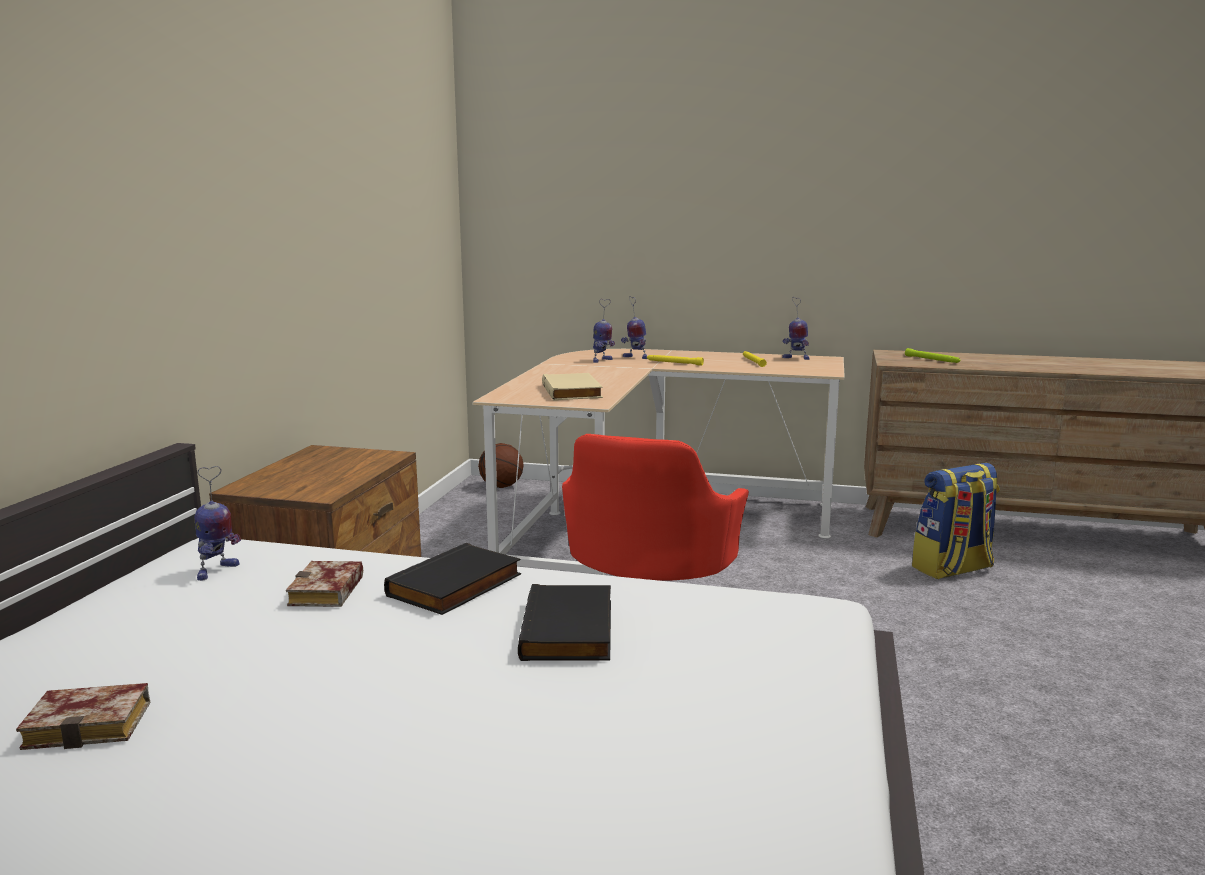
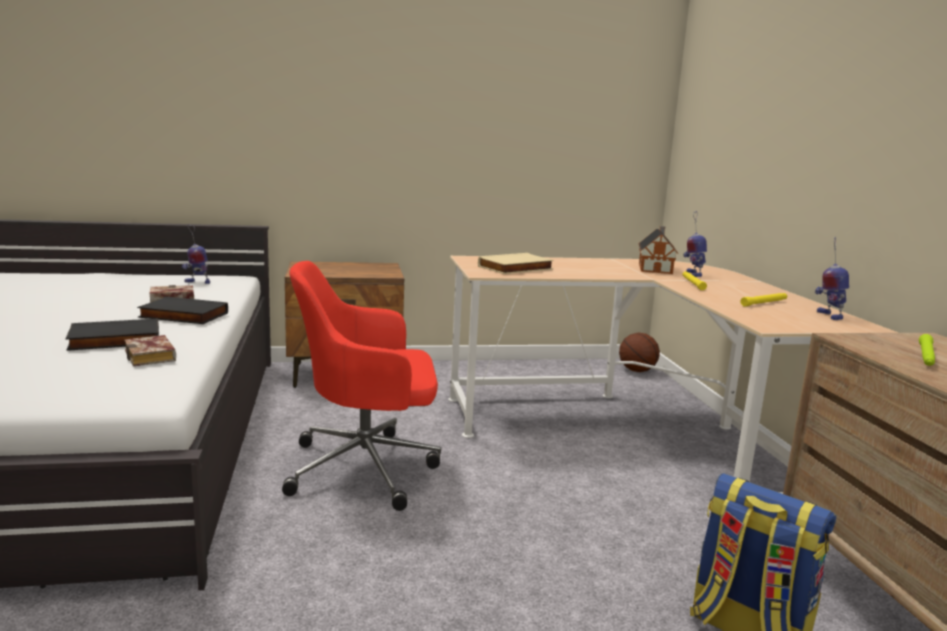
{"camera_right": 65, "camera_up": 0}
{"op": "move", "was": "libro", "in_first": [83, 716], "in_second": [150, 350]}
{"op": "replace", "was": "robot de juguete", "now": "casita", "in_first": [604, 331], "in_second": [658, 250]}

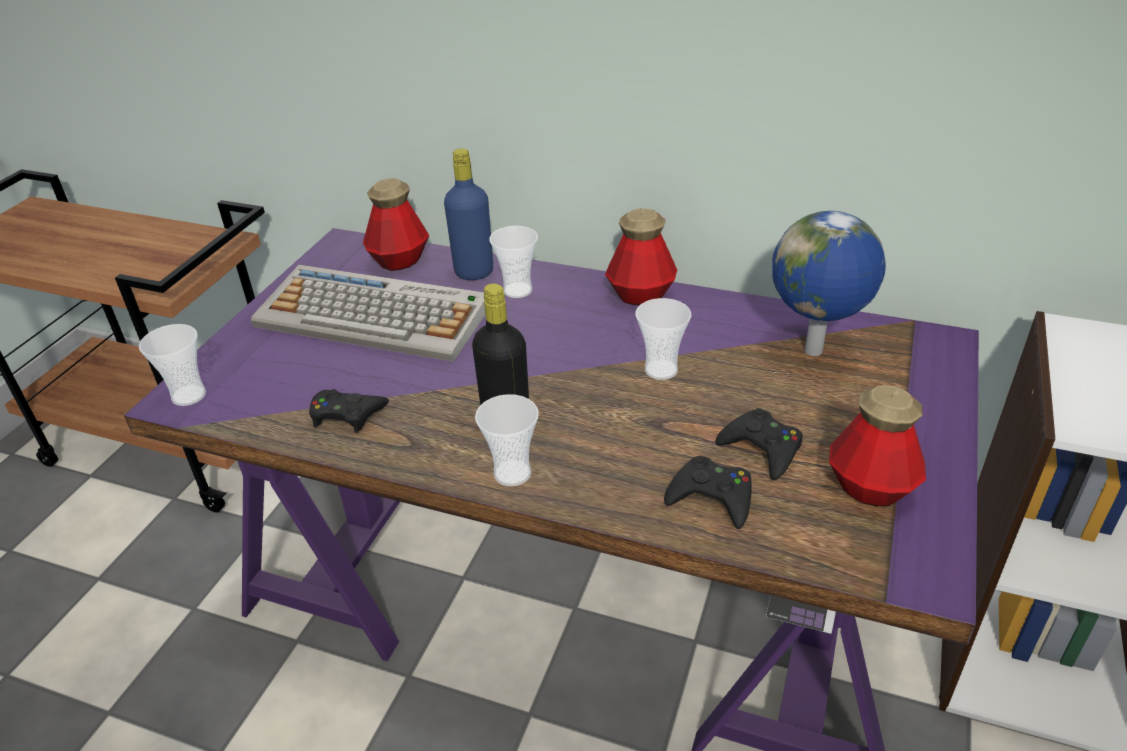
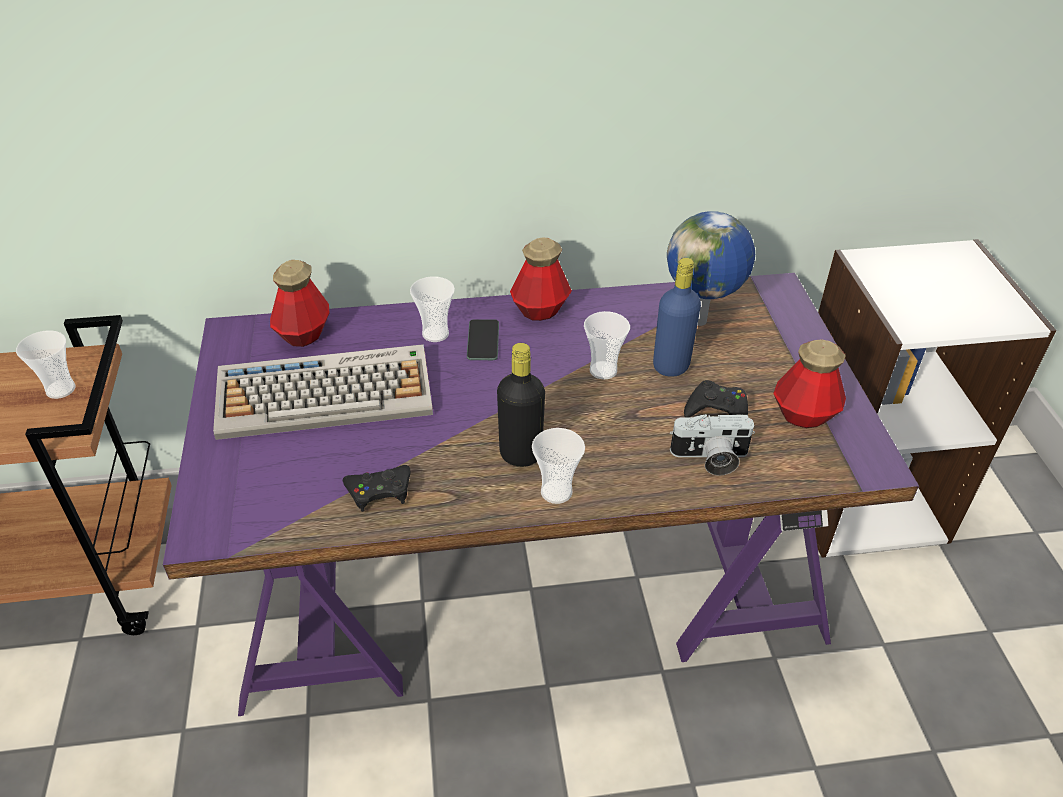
{"camera_right": -30, "camera_up": 5}
{"op": "move", "was": "taza", "in_first": [172, 365], "in_second": [45, 364]}
{"op": "insert", "now": "móvil", "in_second": [483, 339]}
{"op": "move", "was": "botella [azul]", "in_first": [468, 214], "in_second": [677, 317]}
{"op": "replace", "was": "mando de consola [negro]", "now": "cámara", "in_first": [708, 492], "in_second": [712, 445]}

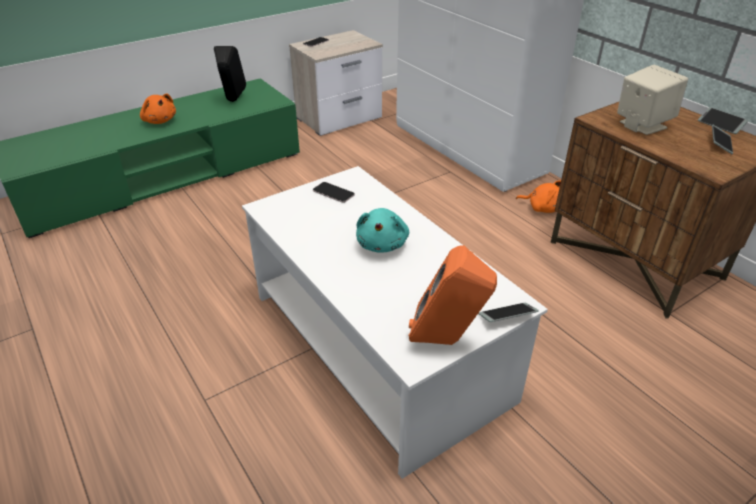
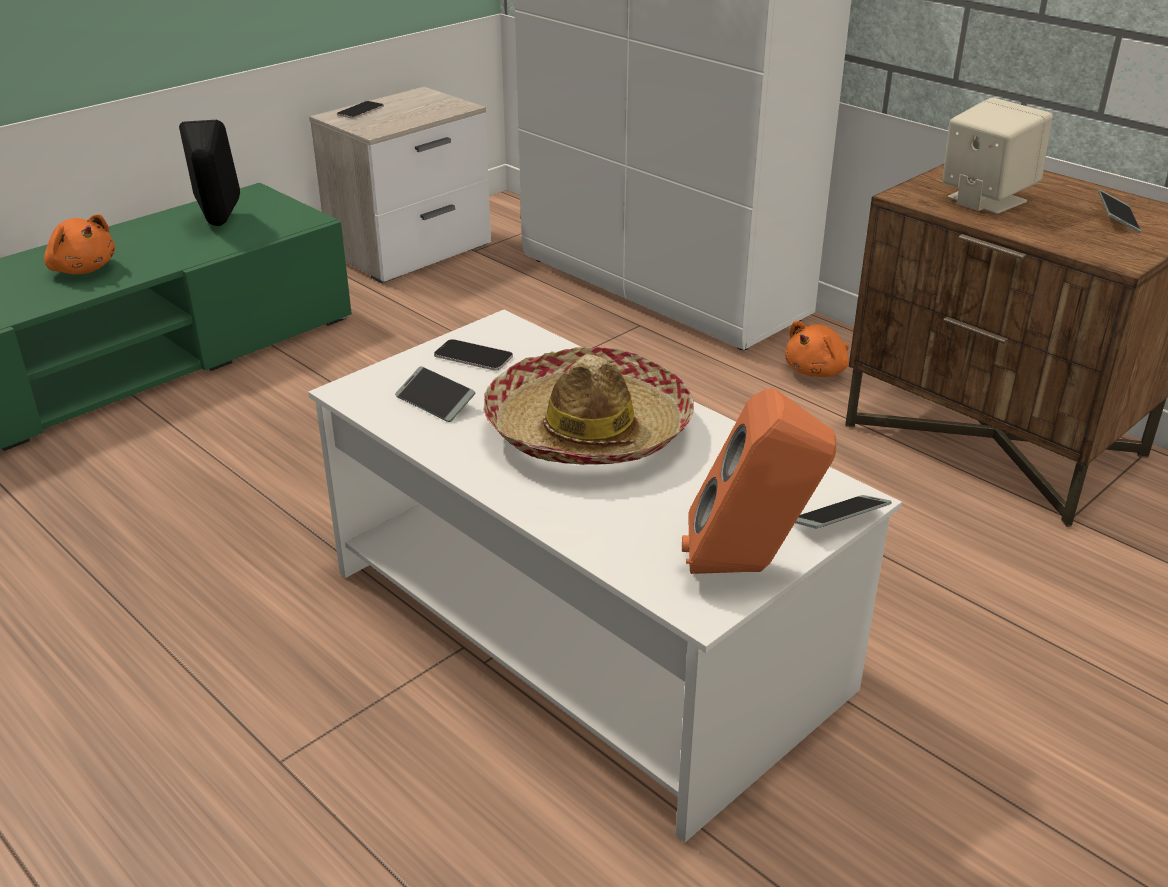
{"camera_right": -10, "camera_up": -5}
{"op": "move", "was": "móvil", "in_first": [723, 120], "in_second": [435, 394]}
{"op": "replace", "was": "peluche [turquesa]", "now": "sombrero", "in_first": [382, 230], "in_second": [588, 406]}
{"op": "rotate", "was": "peluche [naranja]", "in_first": [538, 196], "in_second": [817, 349], "clockwise": 120}

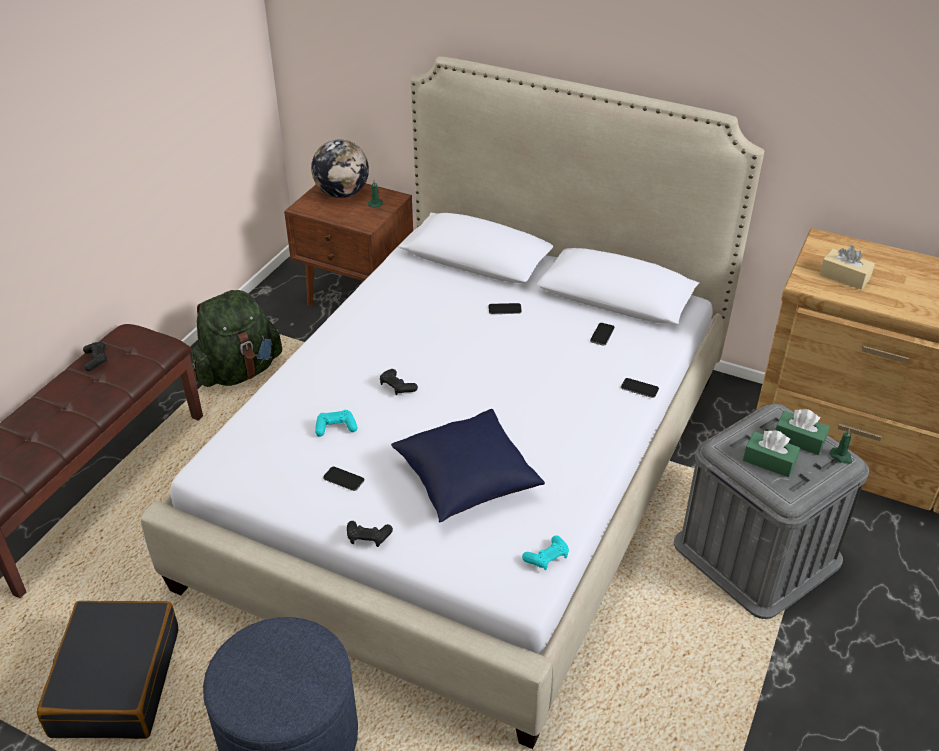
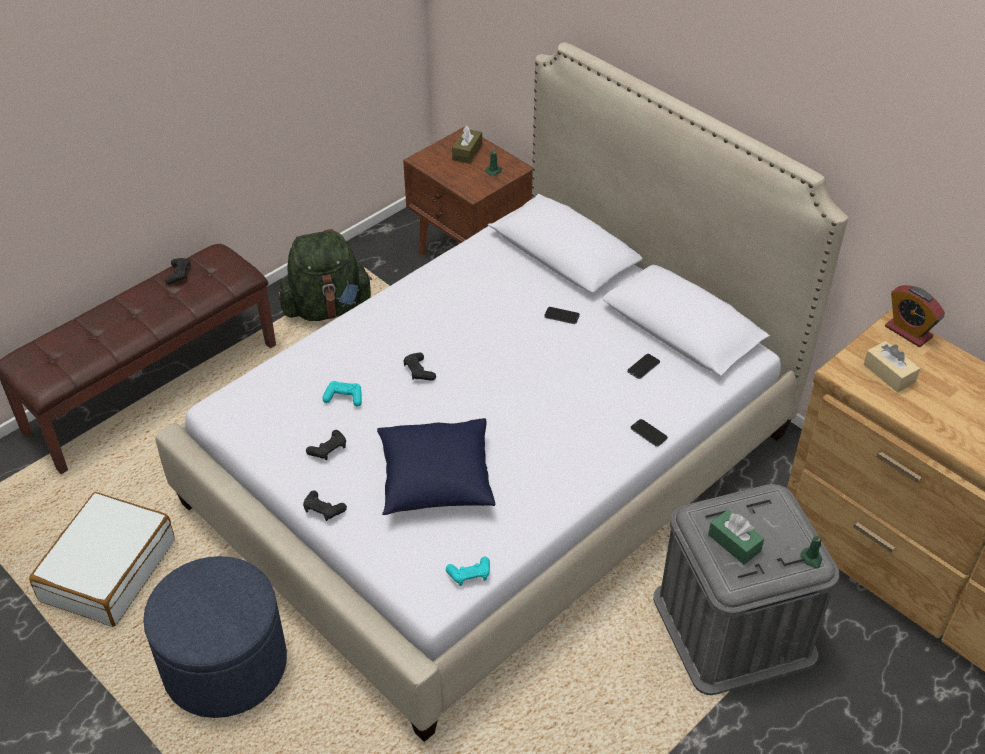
{"camera_right": 20, "camera_up": 5}
{"op": "recolor", "was": "maleta [negro]", "now": "maleta [blanco]", "in_first": [108, 670], "in_second": [102, 559]}
{"op": "replace", "was": "móvil", "now": "mando de consola [negro]", "in_first": [343, 479], "in_second": [326, 445]}
{"op": "replace", "was": "globo terráqueo", "now": "caja de pañuelos [marrón]", "in_first": [340, 169], "in_second": [467, 145]}
{"op": "insert", "now": "despertador", "in_second": [915, 316]}
{"op": "delete", "was": "caja de pañuelos [verde]", "in_first": [803, 432]}

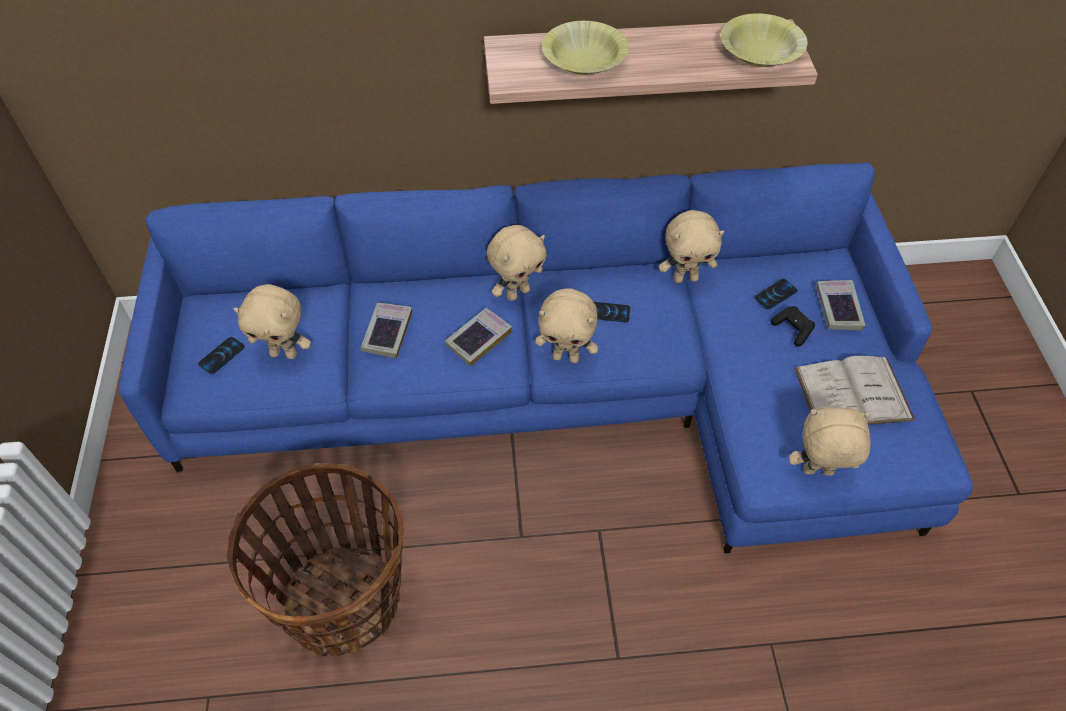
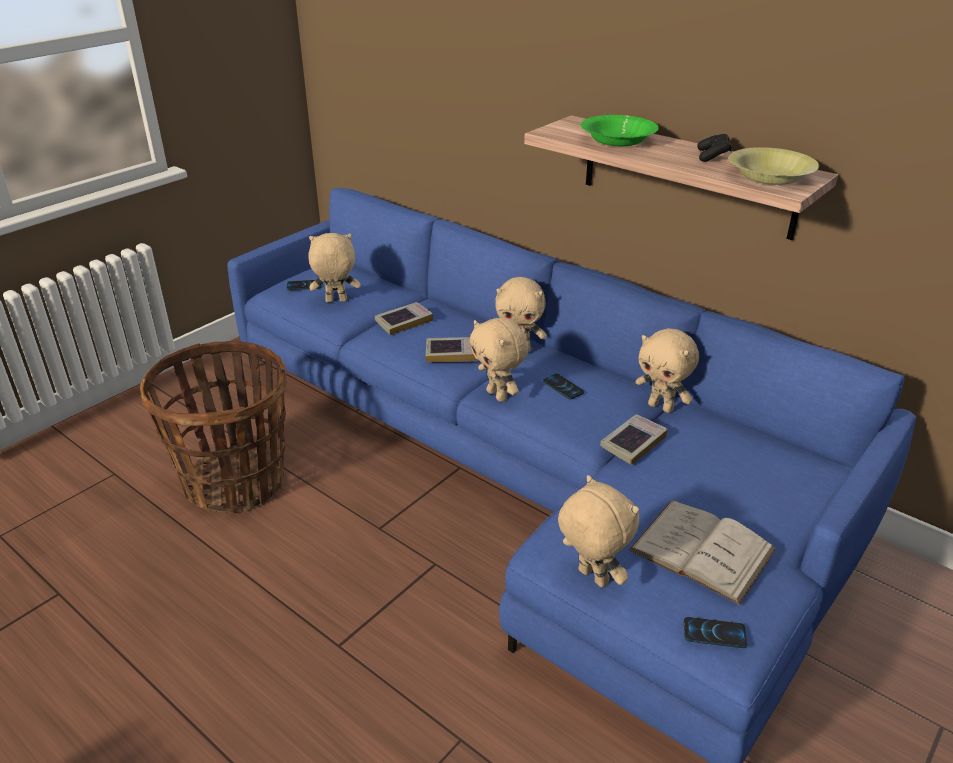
{"camera_right": 45, "camera_up": -20}
{"op": "rotate", "was": "peluche [beis]", "in_first": [272, 321], "in_second": [334, 268], "clockwise": 120}
{"op": "recolor", "was": "cuenco [amarillo]", "now": "cuenco [verde]", "in_first": [585, 48], "in_second": [620, 130]}
{"op": "move", "was": "libro", "in_first": [841, 305], "in_second": [634, 439]}
{"op": "move", "was": "móvil", "in_first": [776, 294], "in_second": [715, 632]}
{"op": "move", "was": "mando de consola [negro]", "in_first": [793, 326], "in_second": [714, 148]}

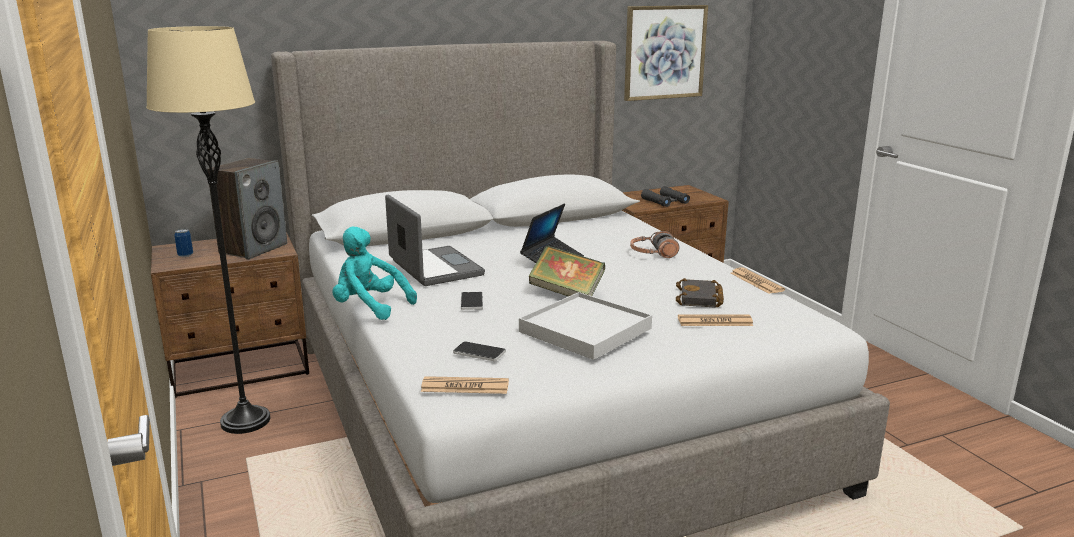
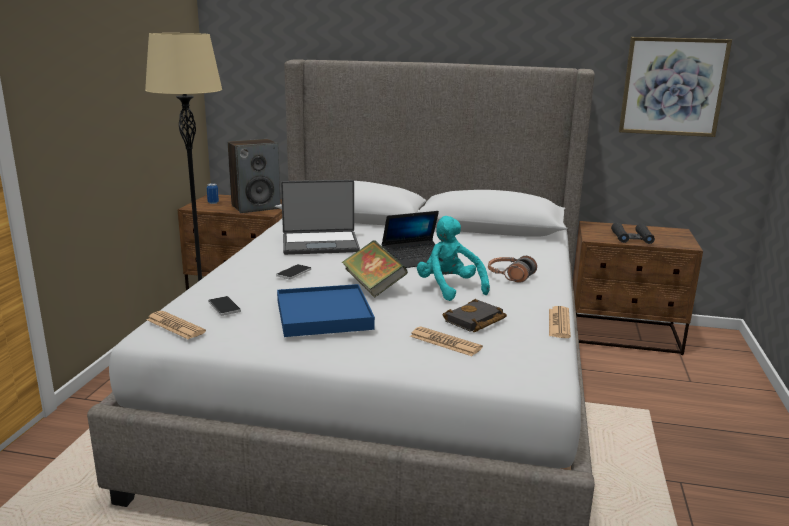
{"camera_right": 35, "camera_up": 0}
{"op": "recolor", "was": "bandeja [blanco]", "now": "bandeja [azul]", "in_first": [585, 326], "in_second": [326, 310]}
{"op": "rotate", "was": "portátil", "in_first": [435, 240], "in_second": [320, 217], "clockwise": 75}
{"op": "move", "was": "peluche [turquesa]", "in_first": [374, 273], "in_second": [453, 258]}

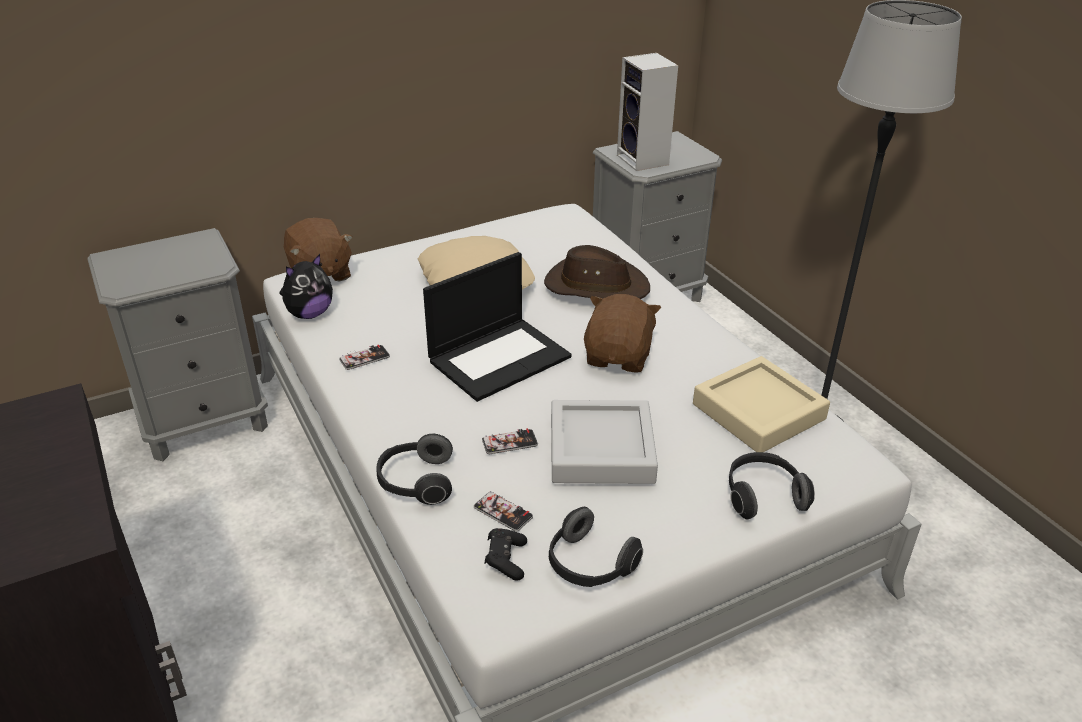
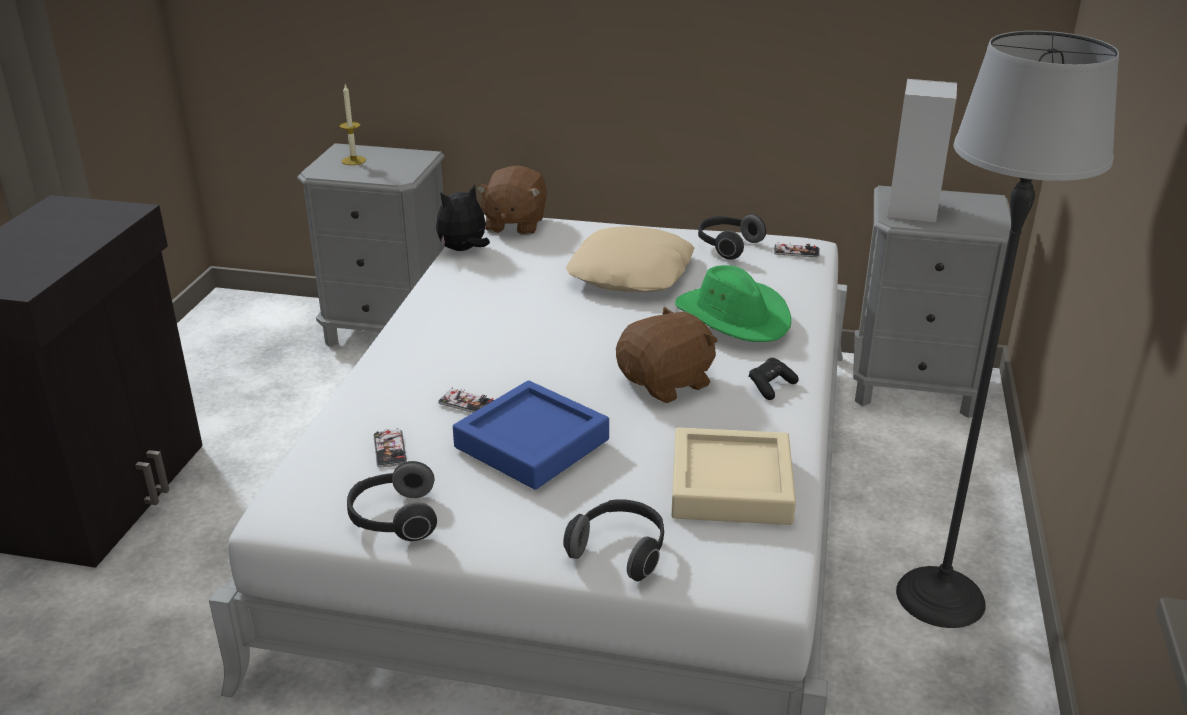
{"camera_right": 40, "camera_up": -5}
{"op": "insert", "now": "vela", "in_second": [352, 125]}
{"op": "rotate", "was": "peluche", "in_first": [306, 286], "in_second": [463, 218], "clockwise": 150}
{"op": "recolor", "was": "bandeja [gris]", "now": "bandeja [azul]", "in_first": [604, 442], "in_second": [531, 435]}
{"op": "recolor", "was": "sombrero [marrón]", "now": "sombrero [verde]", "in_first": [597, 272], "in_second": [733, 303]}
{"op": "move", "was": "auriculares", "in_first": [414, 469], "in_second": [732, 237]}
{"op": "move", "was": "mando de consola [negro]", "in_first": [505, 554], "in_second": [773, 379]}
{"op": "move", "was": "móvil", "in_first": [364, 357], "in_second": [797, 250]}
{"op": "delete", "was": "portátil", "in_first": [497, 327]}

